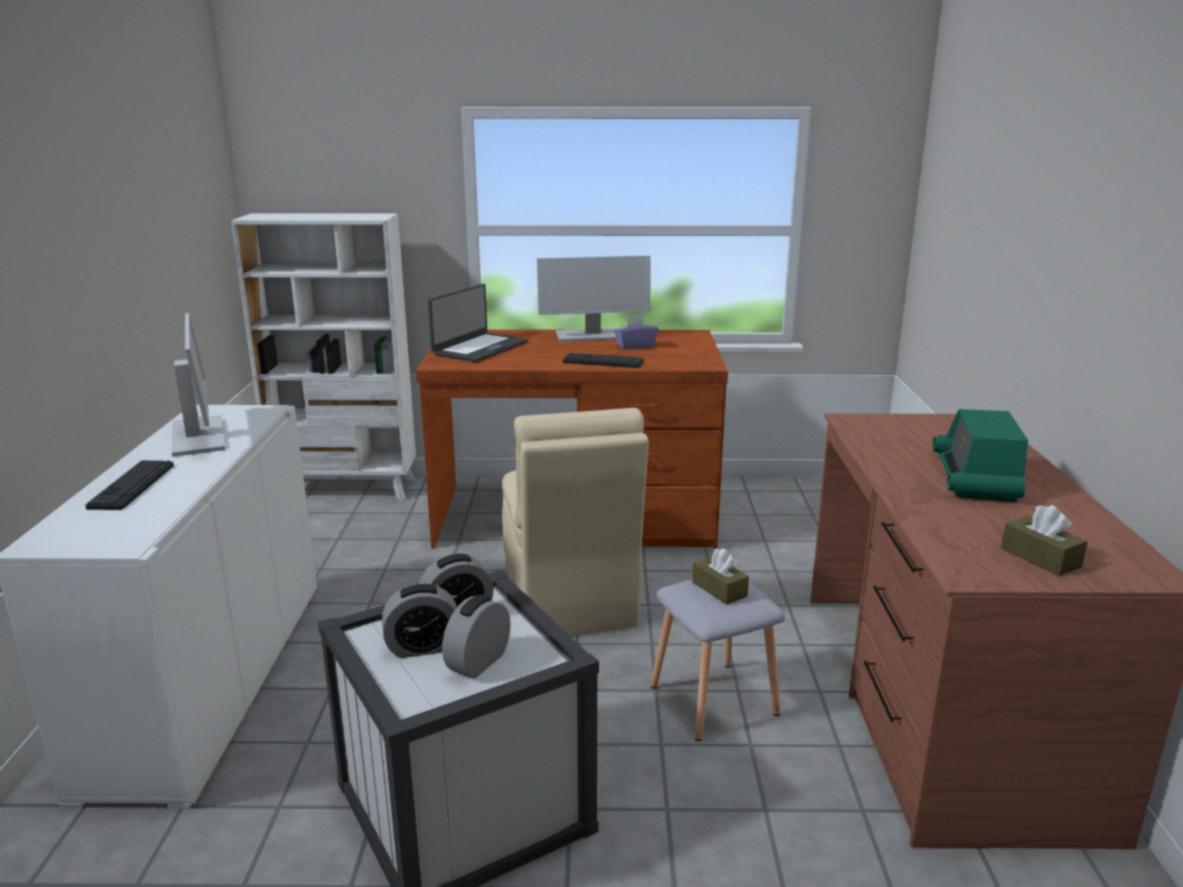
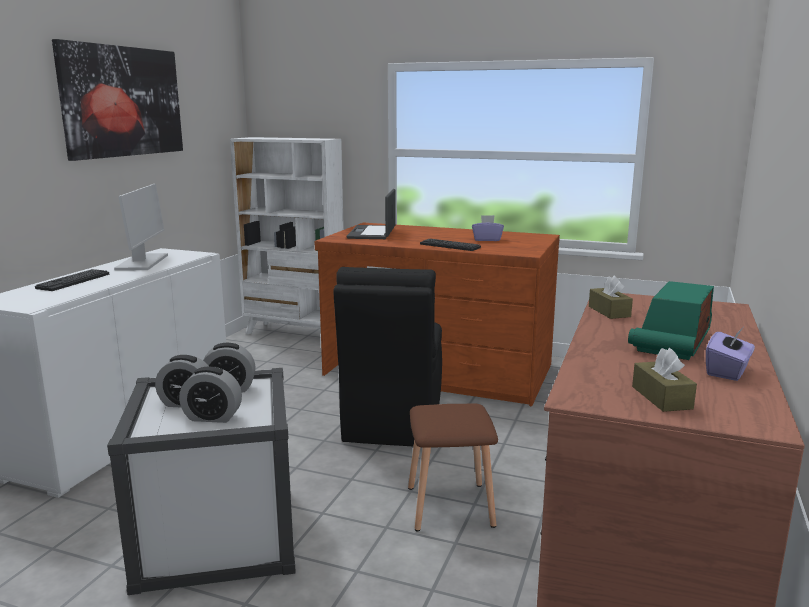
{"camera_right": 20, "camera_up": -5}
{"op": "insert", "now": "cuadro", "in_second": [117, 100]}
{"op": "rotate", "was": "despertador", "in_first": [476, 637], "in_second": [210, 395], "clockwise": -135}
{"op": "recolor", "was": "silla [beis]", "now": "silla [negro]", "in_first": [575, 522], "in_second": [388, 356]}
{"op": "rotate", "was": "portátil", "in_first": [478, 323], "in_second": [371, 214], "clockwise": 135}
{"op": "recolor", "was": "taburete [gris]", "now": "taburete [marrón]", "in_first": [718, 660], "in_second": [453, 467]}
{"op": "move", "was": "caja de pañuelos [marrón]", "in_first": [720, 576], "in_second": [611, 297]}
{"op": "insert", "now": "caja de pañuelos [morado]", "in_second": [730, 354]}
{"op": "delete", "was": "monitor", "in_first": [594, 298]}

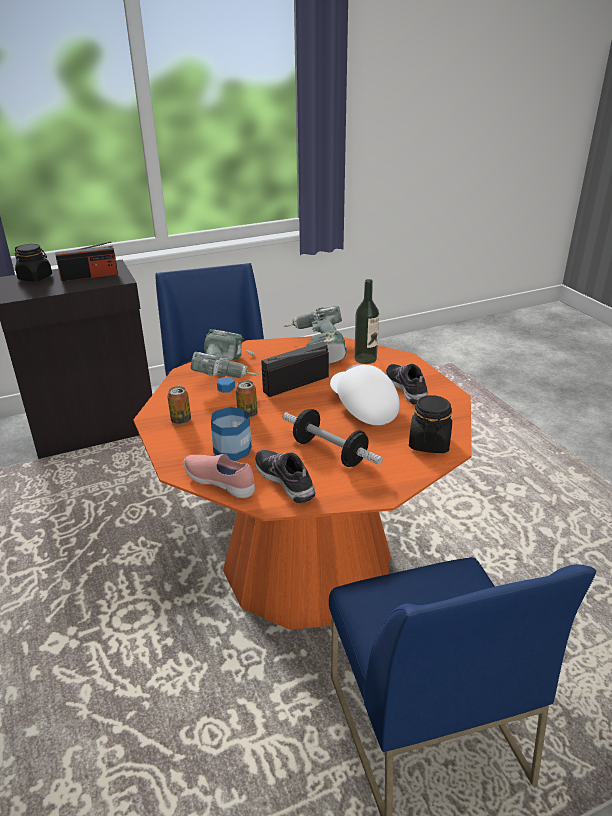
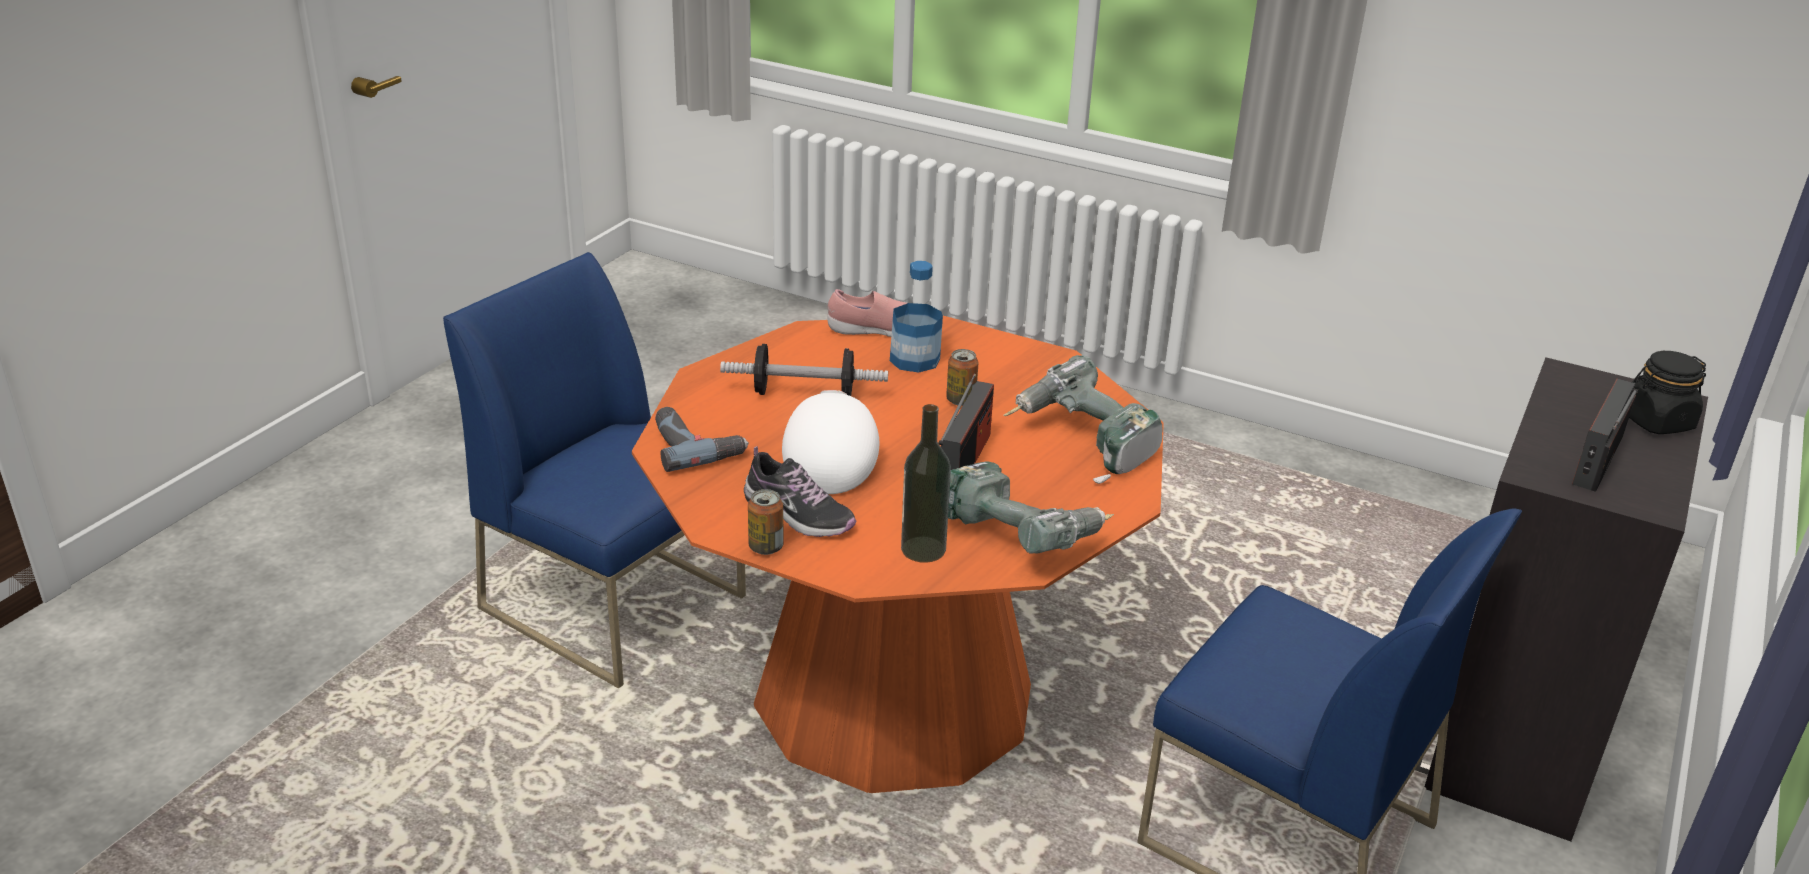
{"camera_right": 140, "camera_up": 0}
{"op": "replace", "was": "tarro [negro]", "now": "taladro", "in_first": [430, 424], "in_second": [702, 439]}
{"op": "move", "was": "lata", "in_first": [179, 405], "in_second": [766, 522]}
{"op": "rotate", "was": "gorra [blanco]", "in_first": [365, 394], "in_second": [830, 442], "clockwise": -105}
{"op": "delete", "was": "zapato", "in_first": [285, 476]}

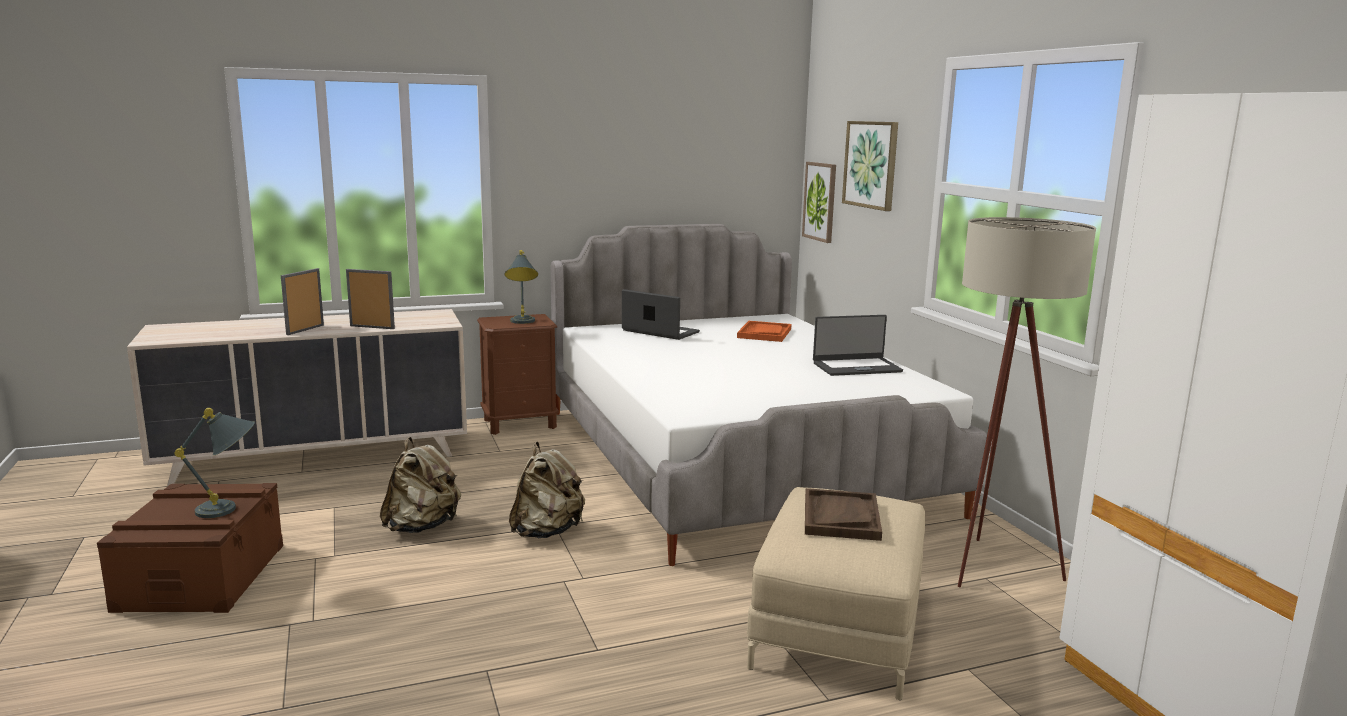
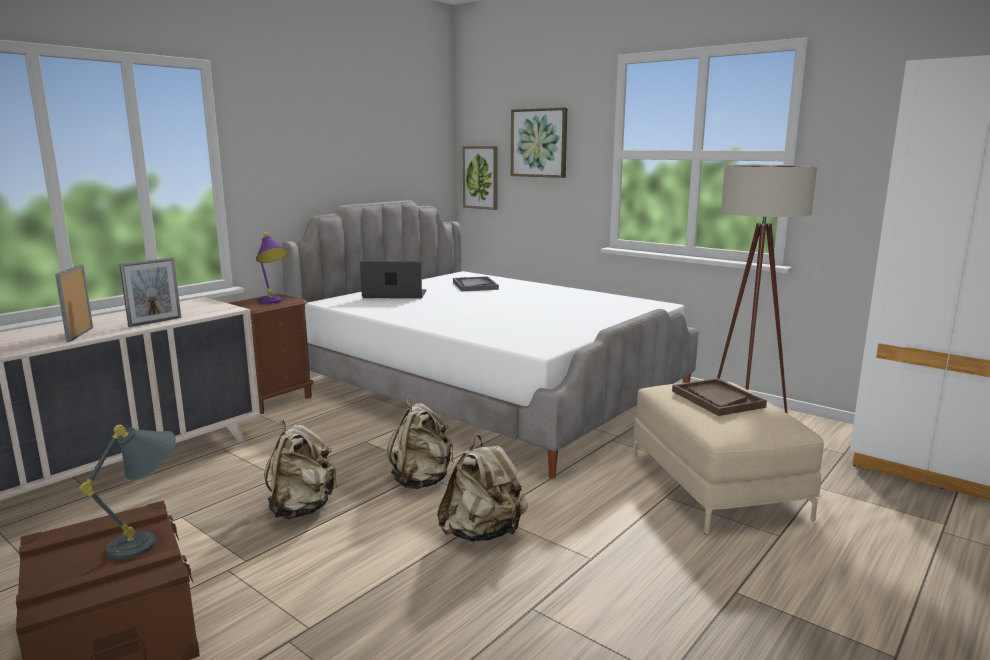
{"camera_right": -30, "camera_up": 0}
{"op": "rotate", "was": "portarretratos", "in_first": [370, 299], "in_second": [150, 292], "clockwise": 150}
{"op": "recolor", "was": "lámpara de mesa [gris]", "now": "lámpara de mesa [morado]", "in_first": [521, 287], "in_second": [272, 268]}
{"op": "insert", "now": "mochila [beis]", "in_second": [482, 488]}
{"op": "recolor", "was": "bandeja [naranja]", "now": "bandeja [gris]", "in_first": [764, 331], "in_second": [476, 283]}
{"op": "delete", "was": "portátil", "in_first": [858, 345]}

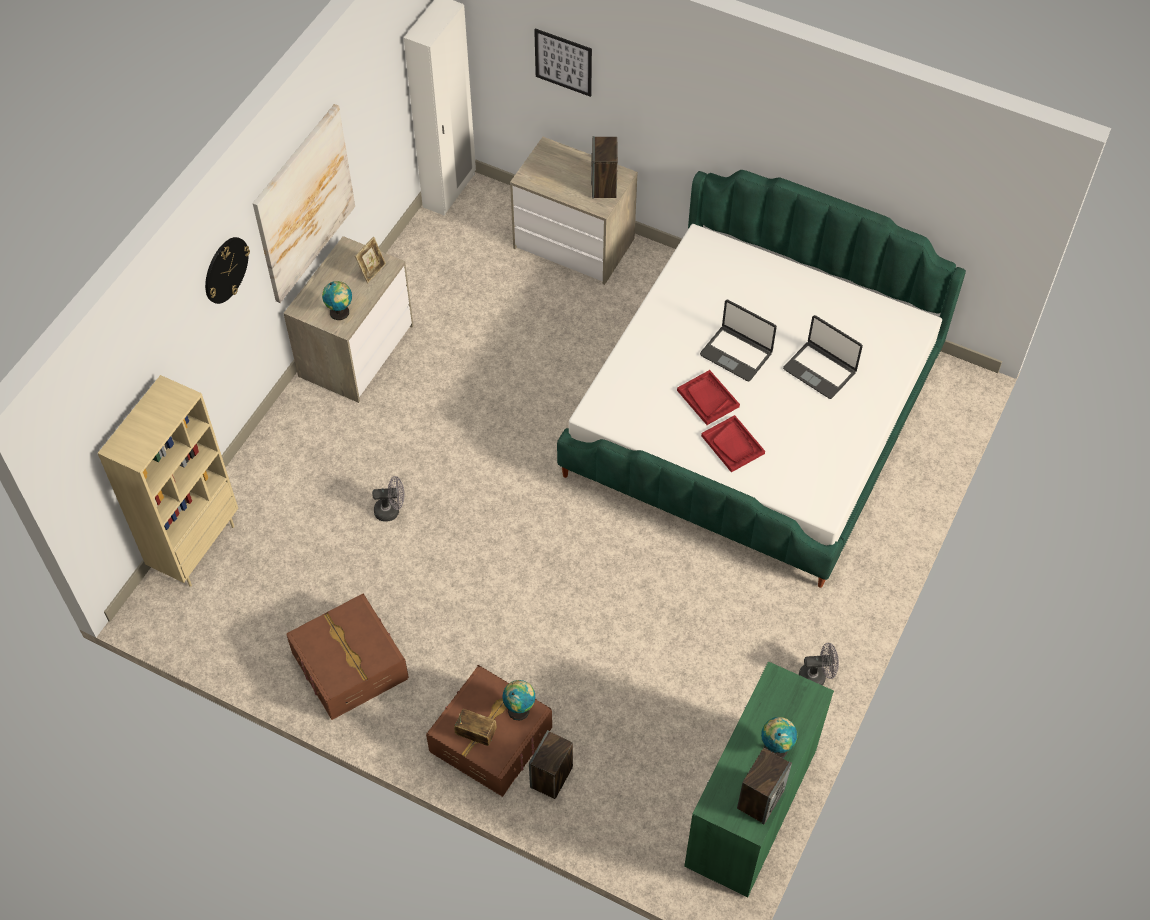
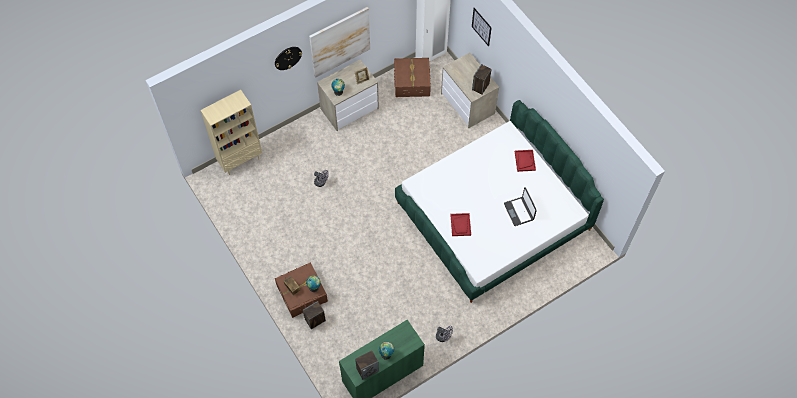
{"camera_right": 30, "camera_up": 5}
{"op": "move", "was": "caja de almacenaje [marrón]", "in_first": [348, 656], "in_second": [412, 77]}
{"op": "move", "was": "bandeja [rojo]", "in_first": [708, 397], "in_second": [525, 161]}
{"op": "delete", "was": "portátil", "in_first": [738, 340]}

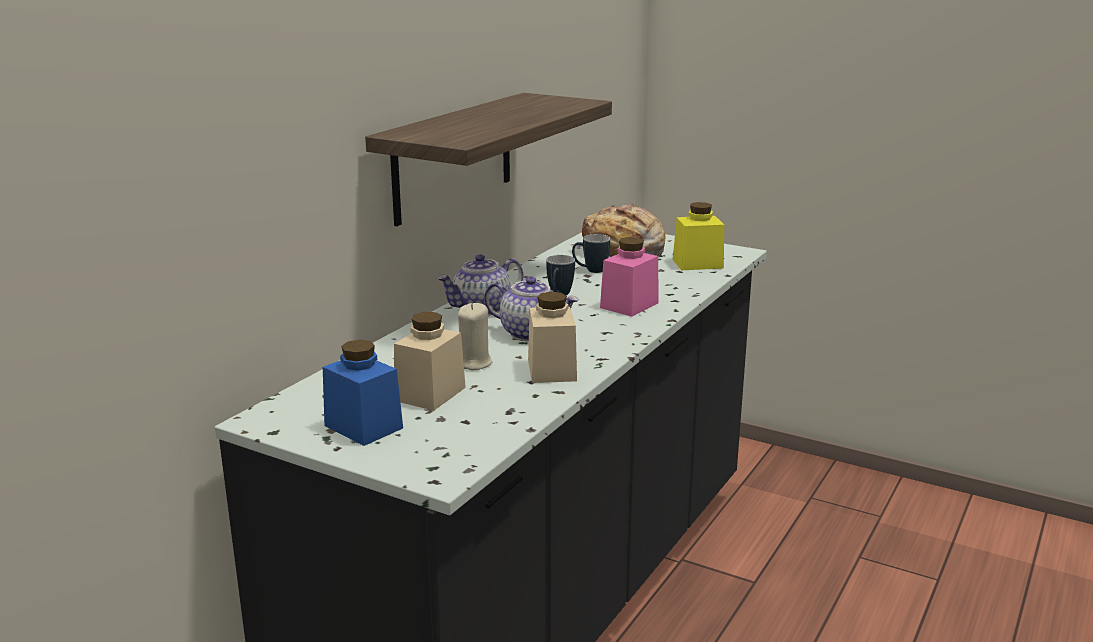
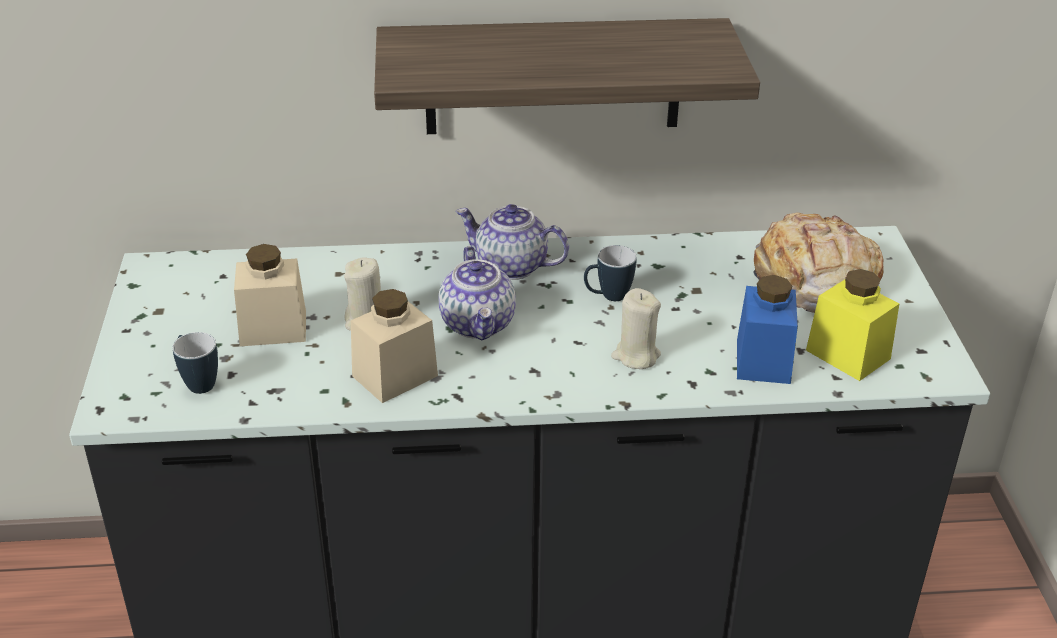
{"camera_right": 55, "camera_up": 15}
{"op": "move", "was": "taza grande", "in_first": [591, 253], "in_second": [195, 363]}
{"op": "replace", "was": "tarro [rosa]", "now": "vela [beis]", "in_first": [629, 277], "in_second": [636, 328]}
{"op": "move", "was": "tarro [azul]", "in_first": [363, 392], "in_second": [767, 329]}

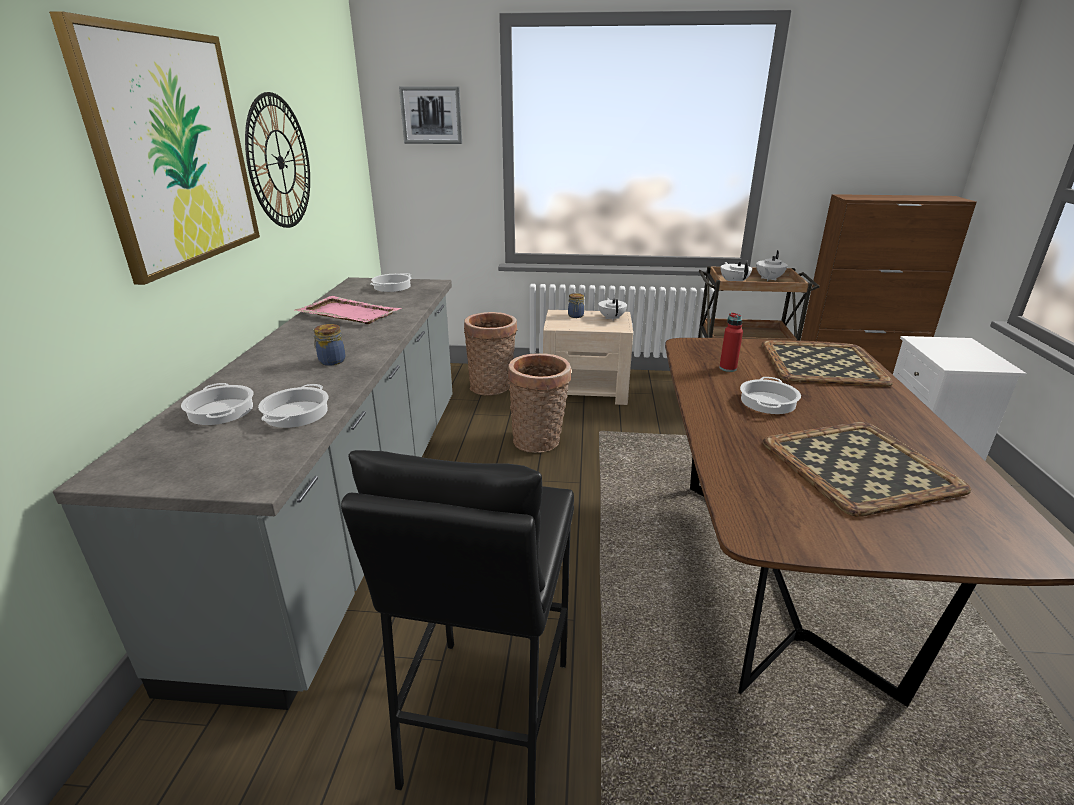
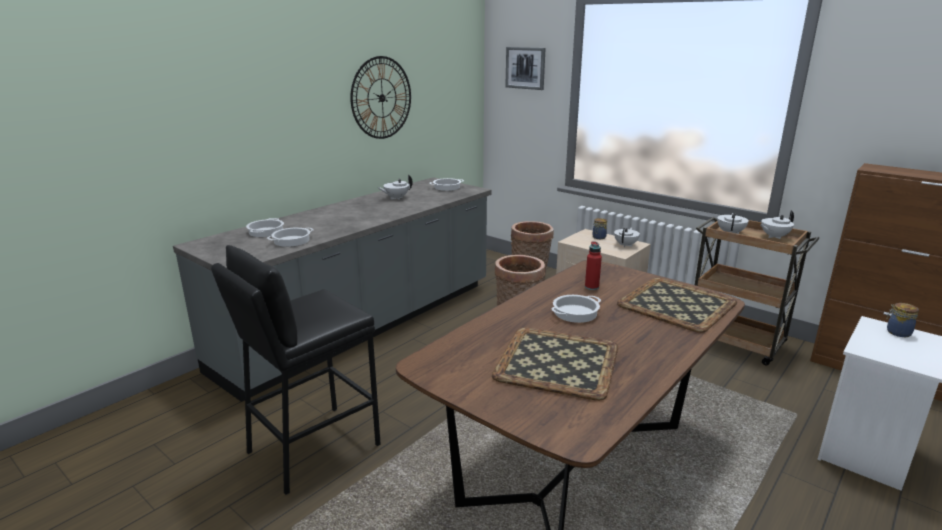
{"camera_right": 35, "camera_up": -5}
{"op": "replace", "was": "bandeja [rosa]", "now": "tetera [blanco]", "in_first": [348, 310], "in_second": [395, 187]}
{"op": "move", "was": "tarro", "in_first": [329, 345], "in_second": [902, 320]}
{"op": "delete", "was": "cuadro", "in_first": [154, 148]}

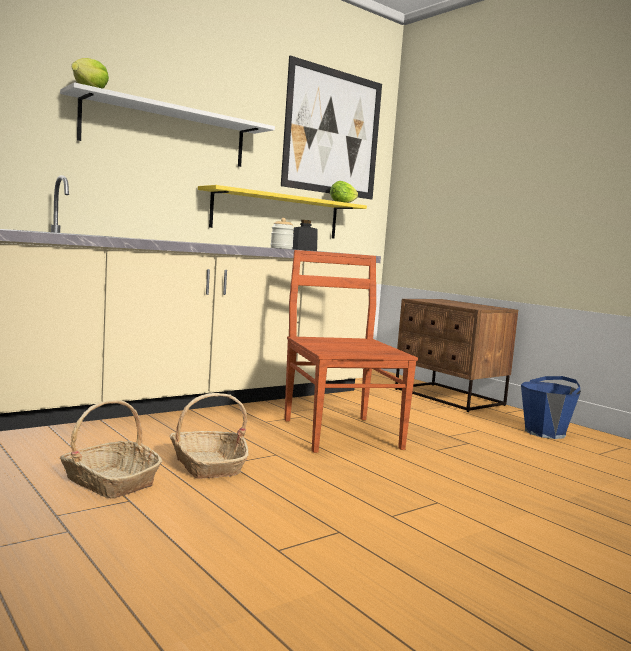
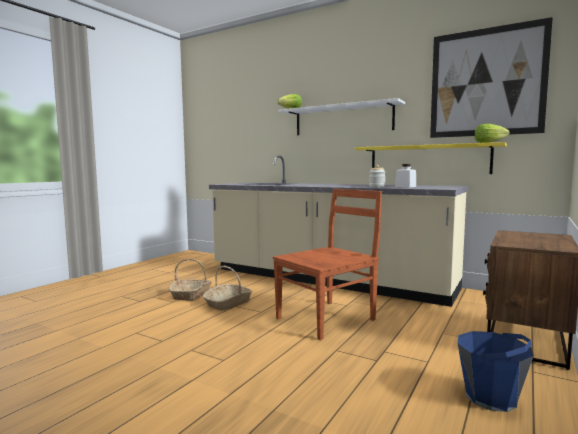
{"camera_right": 70, "camera_up": 0}
{"op": "recolor", "was": "tarro [negro]", "now": "tarro [blanco]", "in_first": [305, 235], "in_second": [405, 175]}

